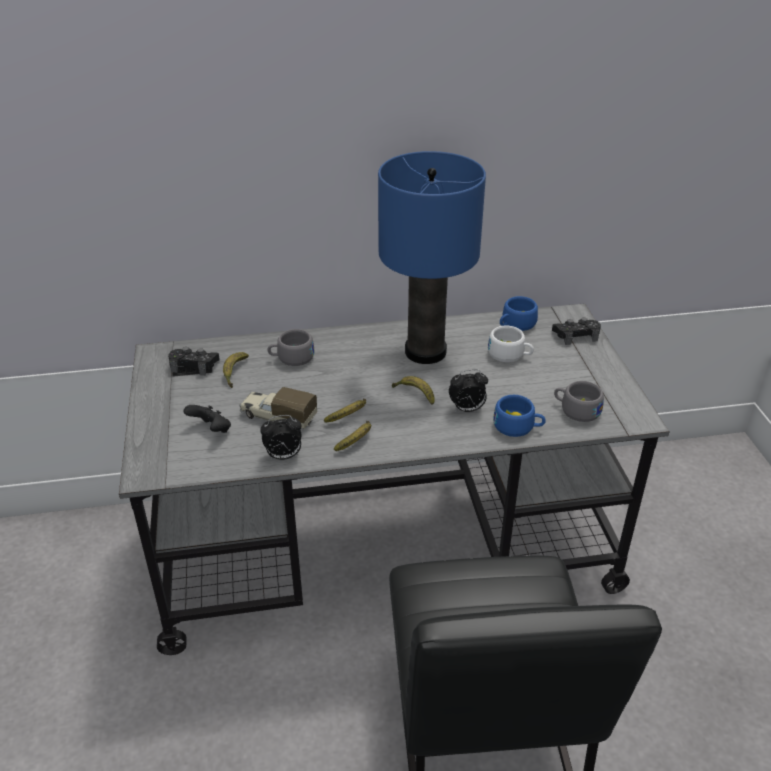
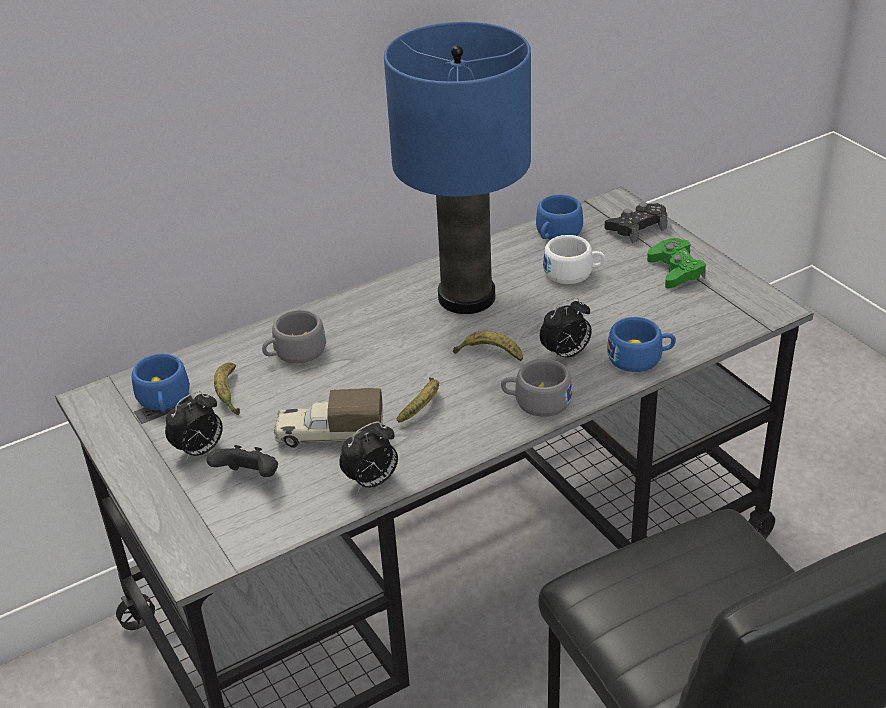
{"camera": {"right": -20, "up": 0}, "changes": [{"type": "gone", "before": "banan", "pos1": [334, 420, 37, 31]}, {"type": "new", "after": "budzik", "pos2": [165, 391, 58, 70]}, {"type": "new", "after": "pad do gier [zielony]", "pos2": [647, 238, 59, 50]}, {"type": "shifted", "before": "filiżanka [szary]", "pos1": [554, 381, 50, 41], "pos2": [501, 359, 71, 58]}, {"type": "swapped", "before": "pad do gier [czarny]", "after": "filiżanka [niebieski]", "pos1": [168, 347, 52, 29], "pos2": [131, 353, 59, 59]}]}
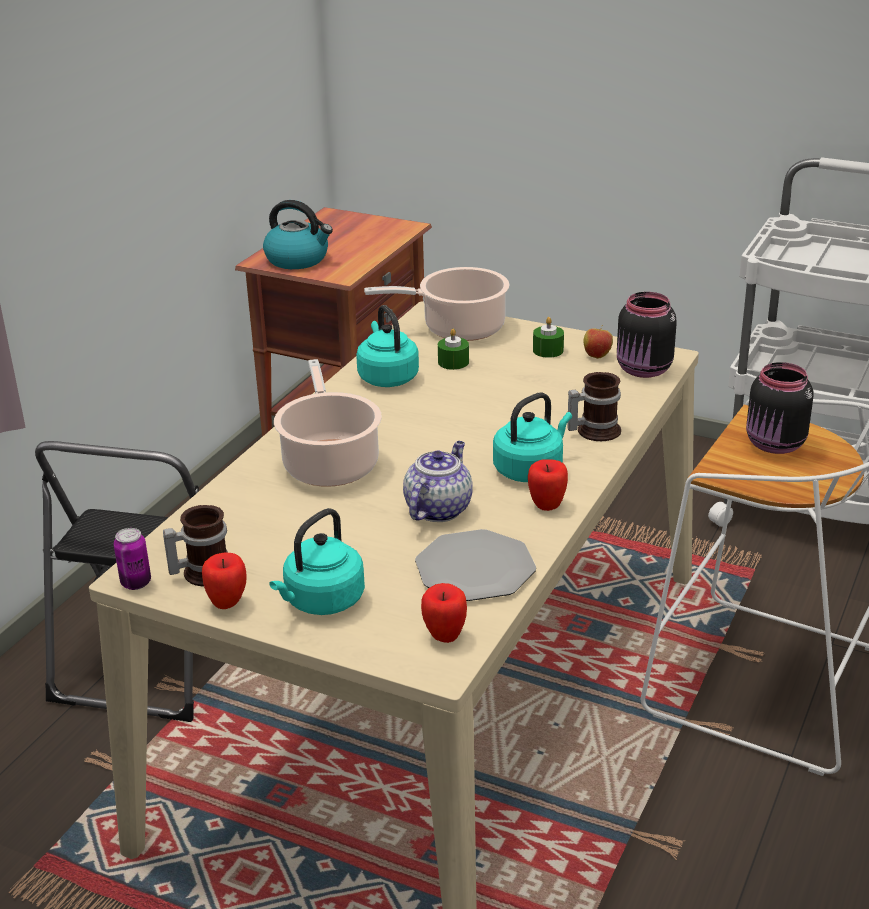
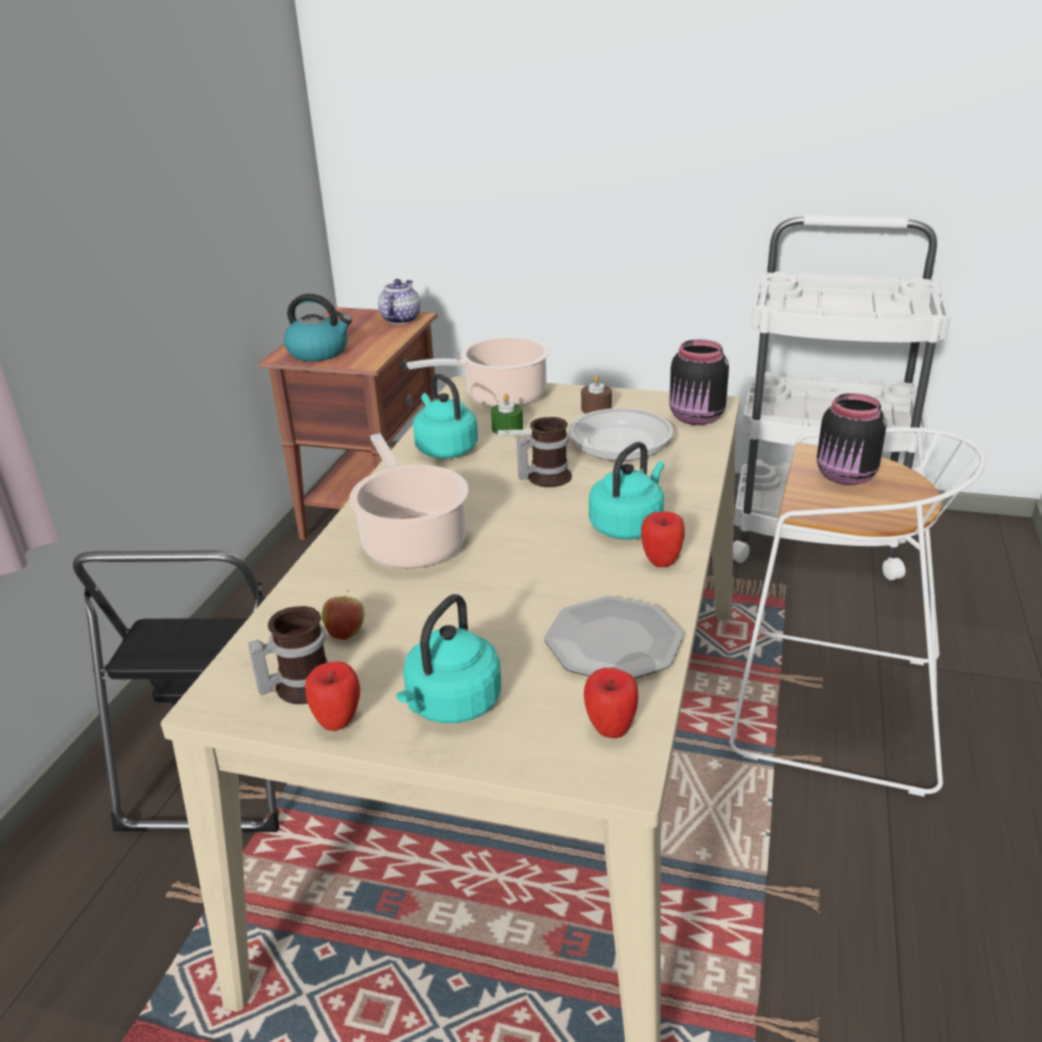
{"camera": {"right": -10, "up": 0}, "changes": [{"type": "gone", "before": "puszka", "pos1": [114, 528, 37, 62]}, {"type": "new", "after": "patelnia", "pos2": [498, 408, 175, 53]}, {"type": "shifted", "before": "imbryk", "pos1": [403, 441, 70, 81], "pos2": [378, 279, 43, 45]}, {"type": "shifted", "before": "kubek", "pos1": [567, 372, 54, 69], "pos2": [516, 417, 56, 70]}, {"type": "shifted", "before": "jabłko", "pos1": [583, 325, 30, 34], "pos2": [322, 590, 43, 50]}, {"type": "repainted", "before": "świeca [zielony]", "after": "świeca [brązowy]", "pos1": [533, 317, 31, 41], "pos2": [581, 375, 31, 39]}]}
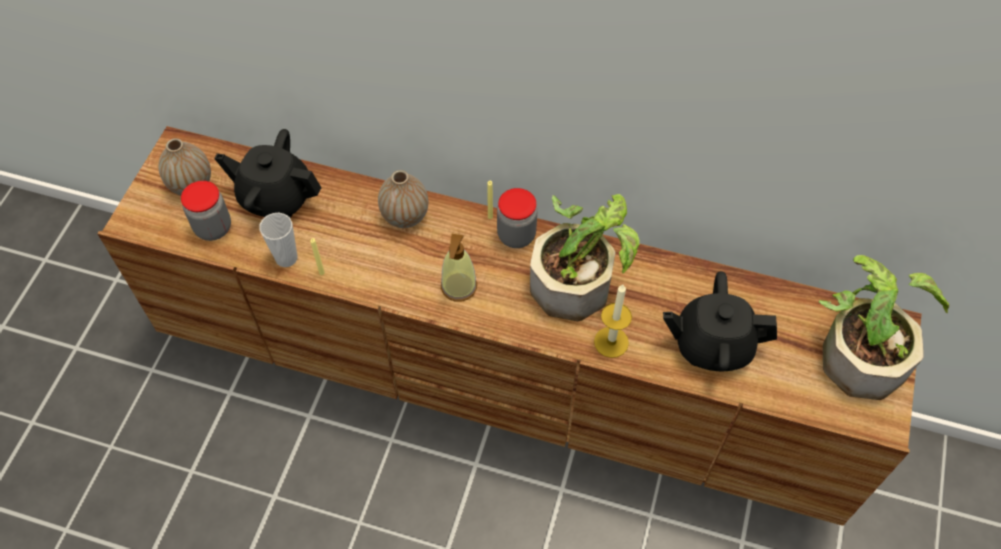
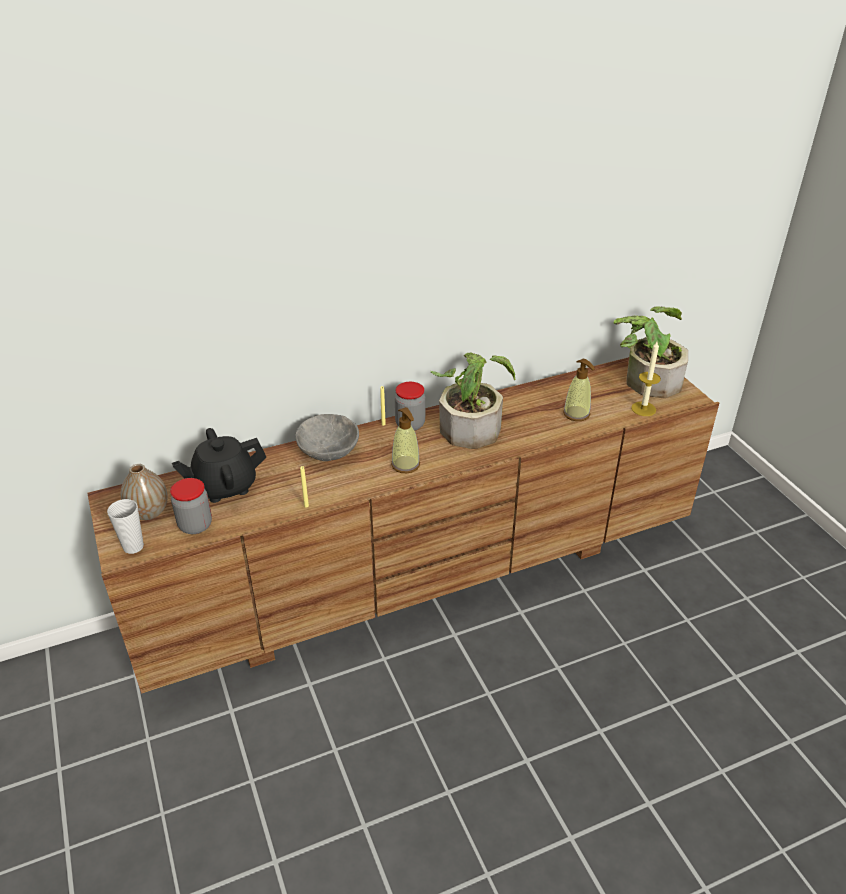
{"camera": {"right": -40, "up": -20}, "changes": [{"type": "shifted", "before": "filiżanka", "pos1": [259, 213, 38, 54], "pos2": [107, 499, 37, 55]}, {"type": "shifted", "before": "świeca", "pos1": [594, 284, 38, 74], "pos2": [631, 342, 30, 74]}, {"type": "swapped", "before": "wazon", "after": "miska [szary]", "pos1": [378, 170, 50, 58], "pos2": [295, 414, 64, 47]}, {"type": "swapped", "before": "imbryk [czarny]", "after": "dozownik mydła", "pos1": [663, 271, 114, 101], "pos2": [563, 359, 32, 62]}]}
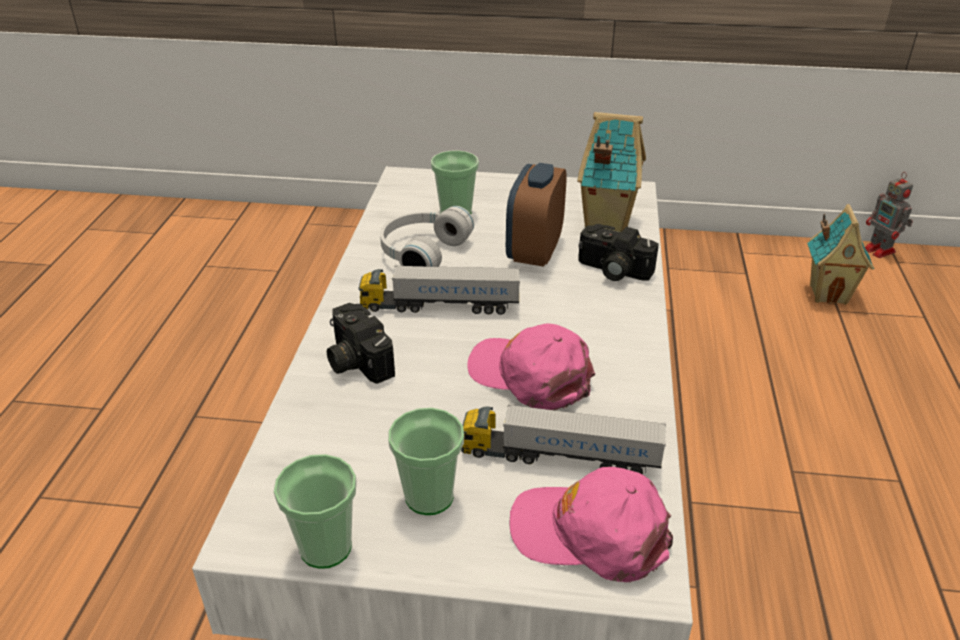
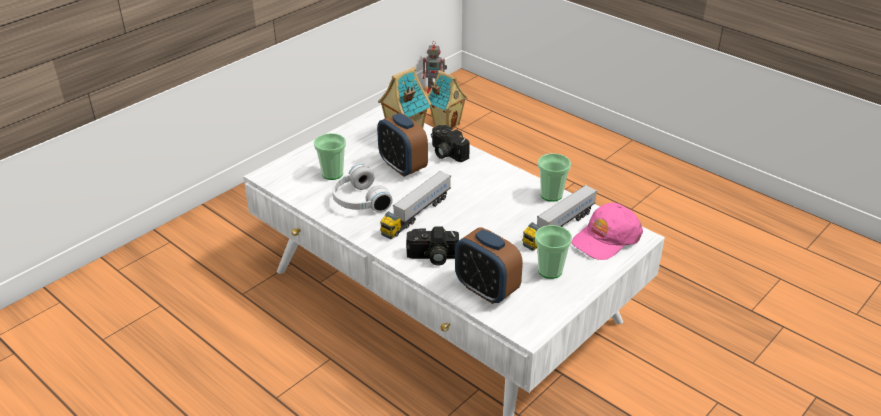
{"camera": {"right": -55, "up": 0}, "changes": [{"type": "gone", "before": "czapka z daszkiem [różowy]", "pos1": [467, 323, 128, 87]}, {"type": "new", "after": "budzik", "pos2": [455, 227, 68, 77]}, {"type": "shifted", "before": "filiżanka", "pos1": [274, 454, 83, 115], "pos2": [538, 153, 33, 49]}, {"type": "rotated", "before": "aparat fotograficzny", "pos1": [578, 224, 81, 57], "pos2": [431, 125, 39, 37], "turn": 75}]}
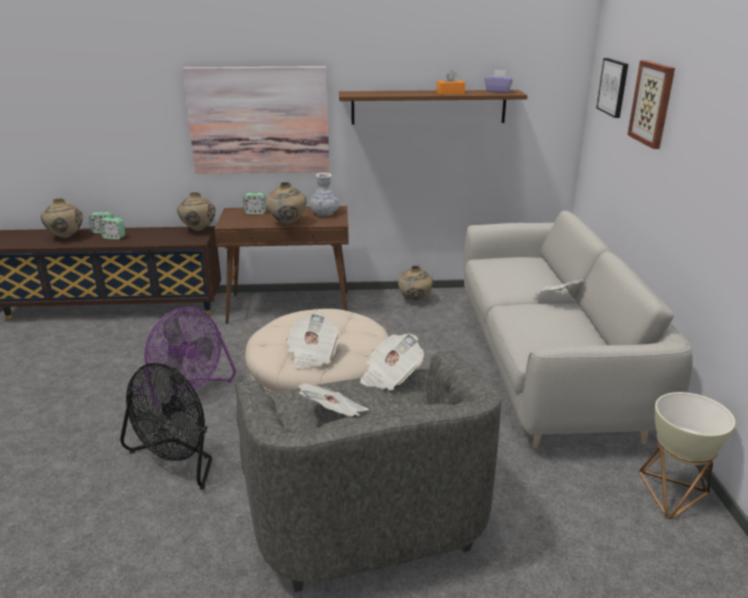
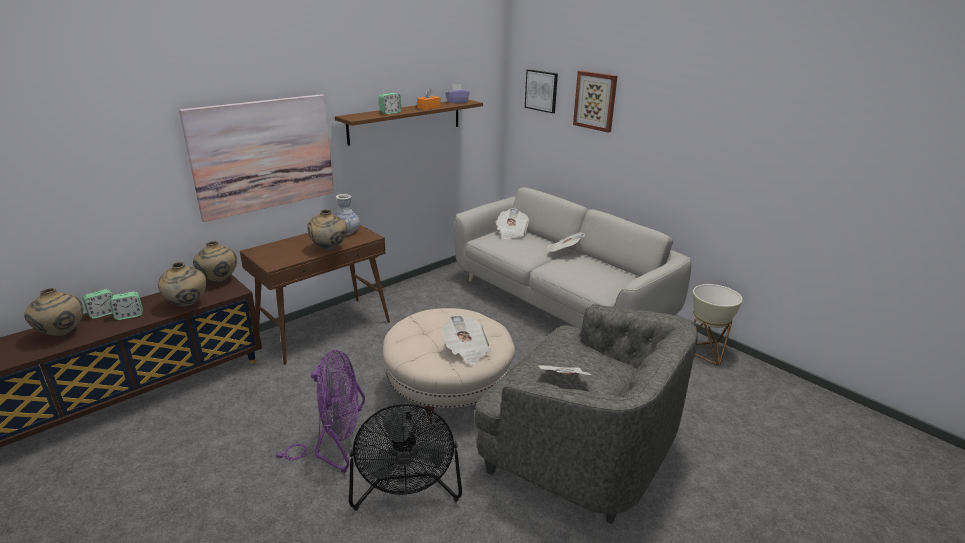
{"camera": {"right": -40, "up": 0}, "changes": [{"type": "shifted", "before": "budzik", "pos1": [243, 193, 23, 21], "pos2": [379, 93, 22, 21]}, {"type": "shifted", "before": "gazeta", "pos1": [360, 334, 64, 57], "pos2": [496, 208, 34, 31]}, {"type": "shifted", "before": "wazon [beżowy]", "pos1": [398, 265, 35, 36], "pos2": [158, 262, 48, 44]}]}
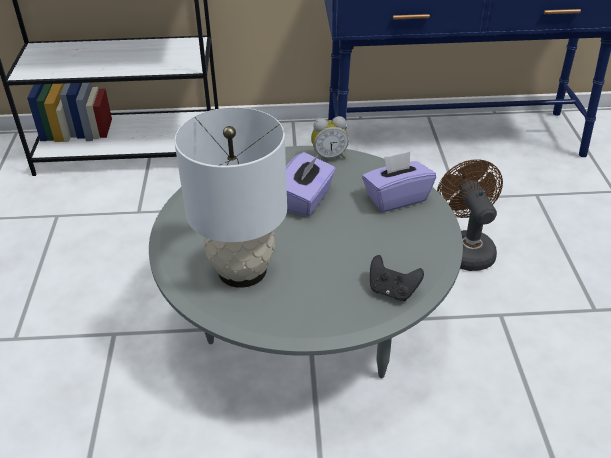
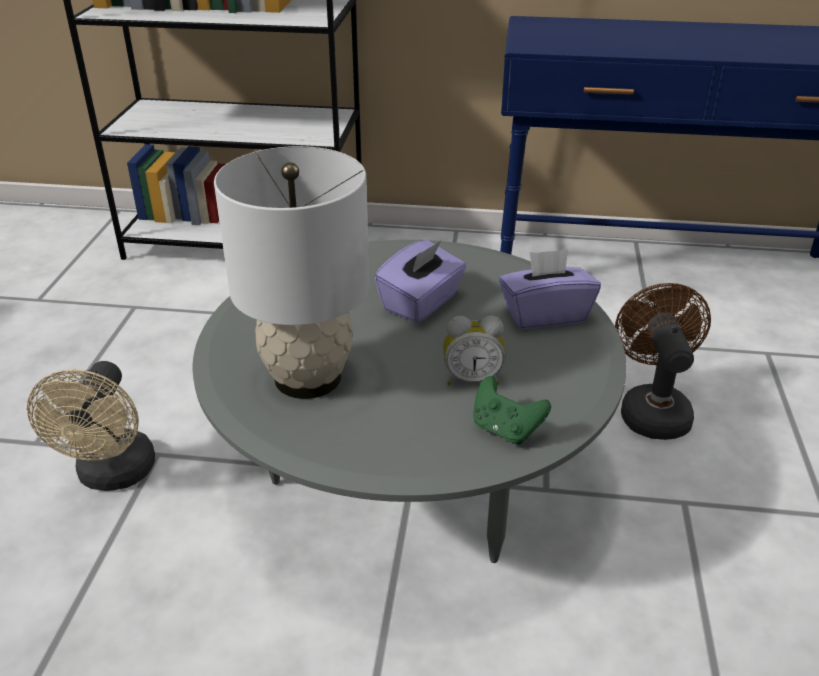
{"camera": {"right": 10, "up": -5}, "changes": [{"type": "new", "after": "wentylator [beżowy]", "pos2": [27, 361, 128, 130]}, {"type": "shifted", "before": "budzik", "pos1": [311, 116, 38, 43], "pos2": [443, 316, 63, 69]}, {"type": "repainted", "before": "pad do gier [czarny]", "after": "pad do gier [zielony]", "pos1": [370, 255, 54, 46], "pos2": [473, 376, 78, 69]}]}
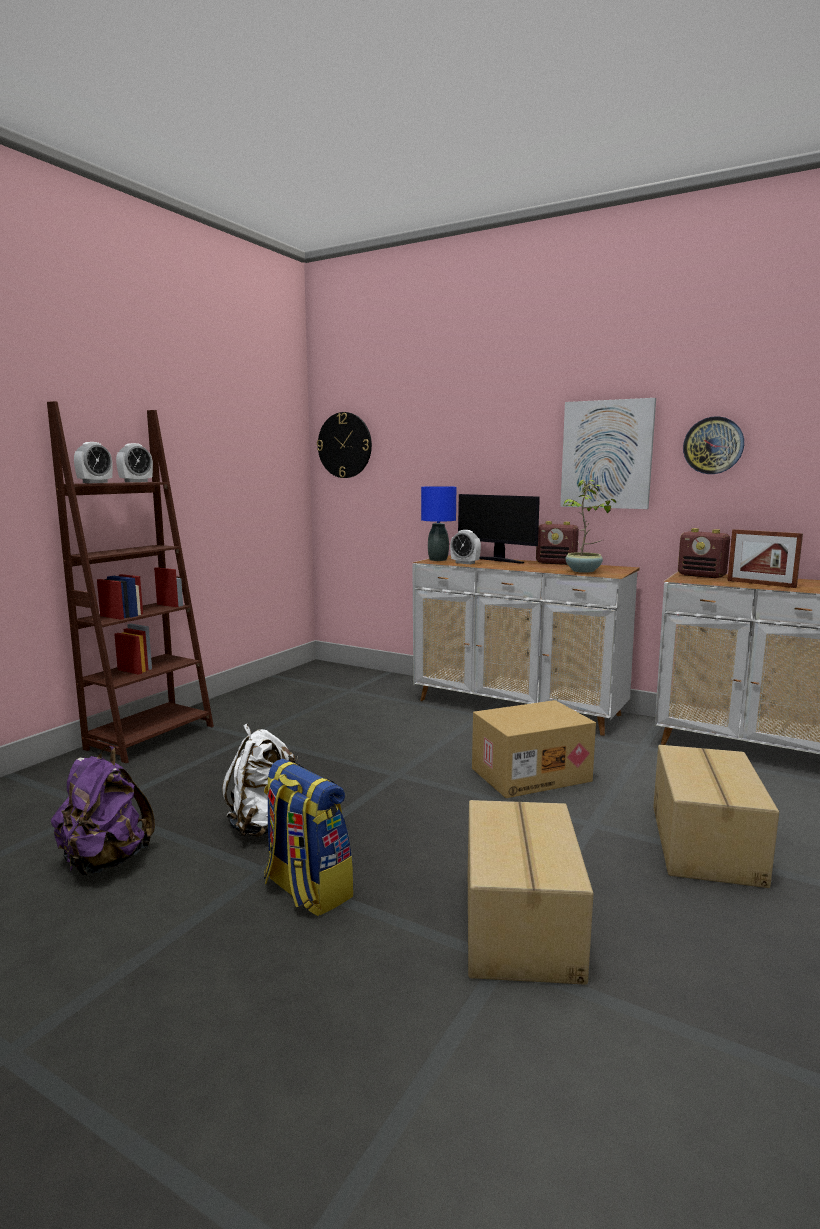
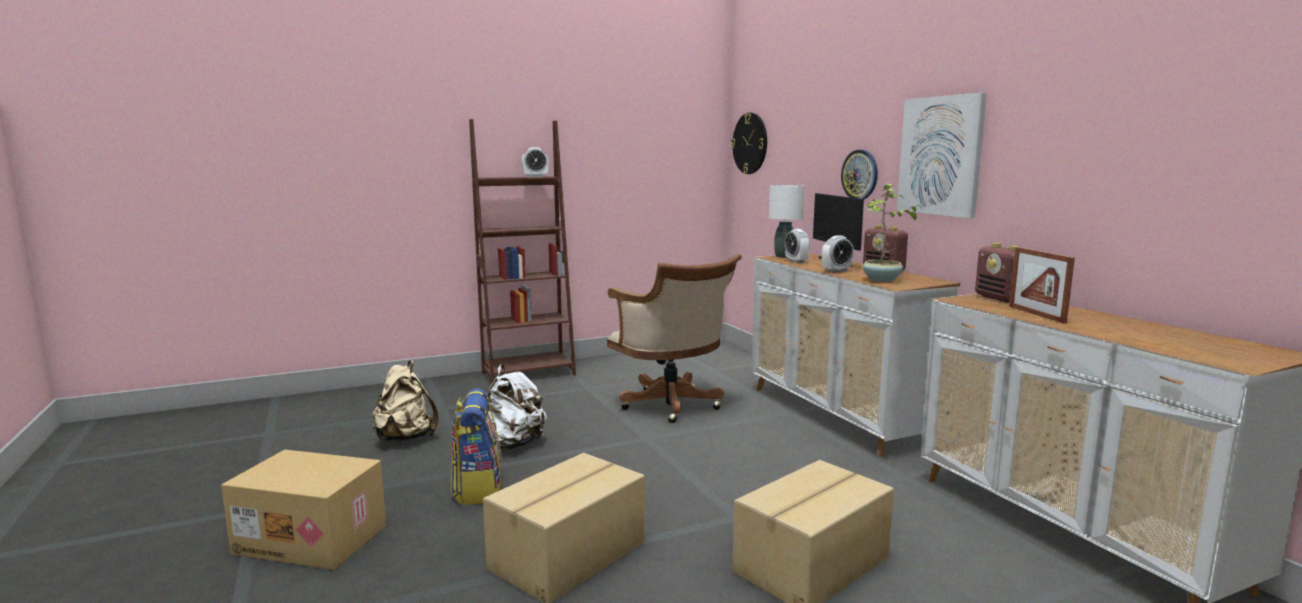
{"camera": {"right": 35, "up": 0}, "changes": [{"type": "new", "after": "krzesło biurowe", "pos2": [607, 254, 135, 169]}, {"type": "shifted", "before": "budzik", "pos1": [74, 442, 39, 41], "pos2": [822, 235, 32, 38]}, {"type": "shifted", "before": "karton", "pos1": [472, 700, 124, 98], "pos2": [221, 450, 165, 120]}, {"type": "shifted", "before": "zegar ścienny", "pos1": [683, 416, 61, 58], "pos2": [841, 150, 37, 49]}, {"type": "repainted", "before": "plecak [fioletowy]", "after": "plecak [beżowy]", "pos1": [51, 746, 104, 129], "pos2": [372, 361, 67, 81]}, {"type": "repainted", "before": "lampa stołowa [niebieski]", "after": "lampa stołowa [biały]", "pos1": [421, 486, 35, 75], "pos2": [769, 185, 36, 73]}]}
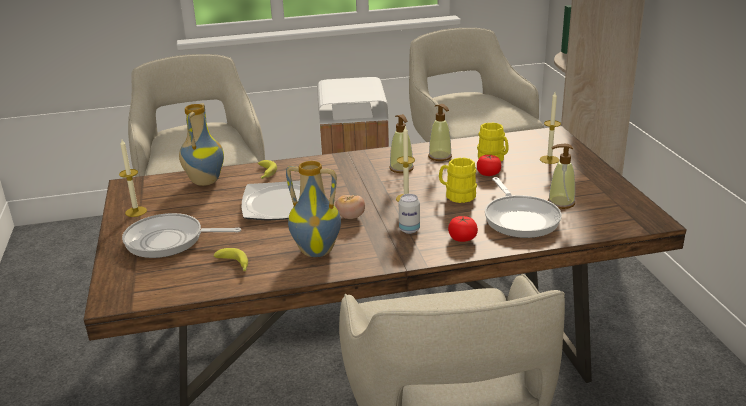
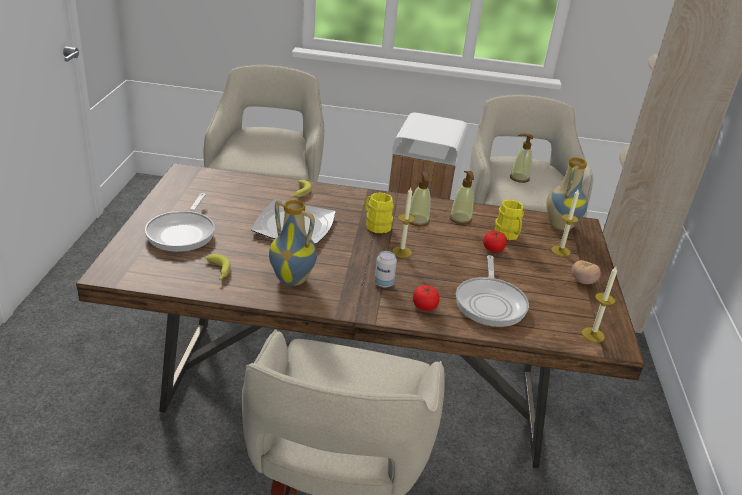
{"camera": {"right": 15, "up": 5}, "changes": [{"type": "shifted", "before": "świeca", "pos1": [119, 140, 28, 77], "pos2": [582, 266, 35, 76]}, {"type": "shifted", "before": "wazon", "pos1": [179, 103, 45, 83], "pos2": [546, 157, 42, 73]}, {"type": "shifted", "before": "pomidor", "pos1": [335, 195, 30, 24], "pos2": [572, 260, 29, 24]}, {"type": "shifted", "before": "kubek [żółty]", "pos1": [439, 157, 38, 46], "pos2": [365, 193, 29, 40]}, {"type": "shifted", "before": "dozownik mydła", "pos1": [548, 144, 27, 65], "pos2": [510, 133, 24, 50]}, {"type": "rotated", "before": "patelnia", "pos1": [122, 213, 119, 45], "pos2": [145, 193, 70, 59], "turn": -105}]}
